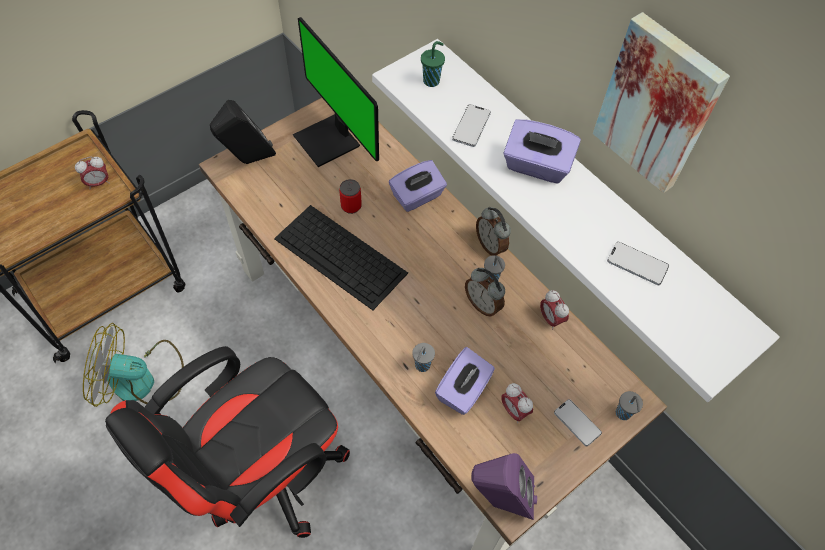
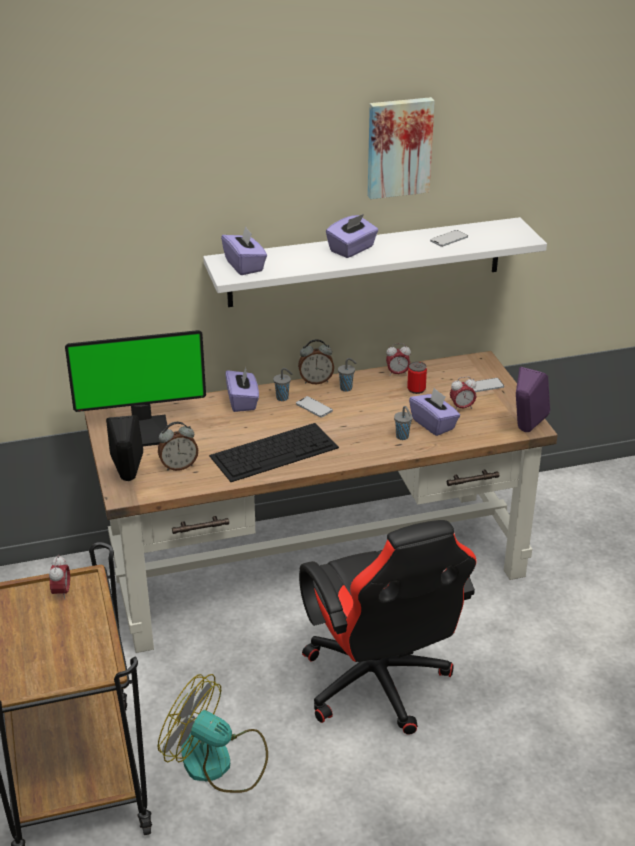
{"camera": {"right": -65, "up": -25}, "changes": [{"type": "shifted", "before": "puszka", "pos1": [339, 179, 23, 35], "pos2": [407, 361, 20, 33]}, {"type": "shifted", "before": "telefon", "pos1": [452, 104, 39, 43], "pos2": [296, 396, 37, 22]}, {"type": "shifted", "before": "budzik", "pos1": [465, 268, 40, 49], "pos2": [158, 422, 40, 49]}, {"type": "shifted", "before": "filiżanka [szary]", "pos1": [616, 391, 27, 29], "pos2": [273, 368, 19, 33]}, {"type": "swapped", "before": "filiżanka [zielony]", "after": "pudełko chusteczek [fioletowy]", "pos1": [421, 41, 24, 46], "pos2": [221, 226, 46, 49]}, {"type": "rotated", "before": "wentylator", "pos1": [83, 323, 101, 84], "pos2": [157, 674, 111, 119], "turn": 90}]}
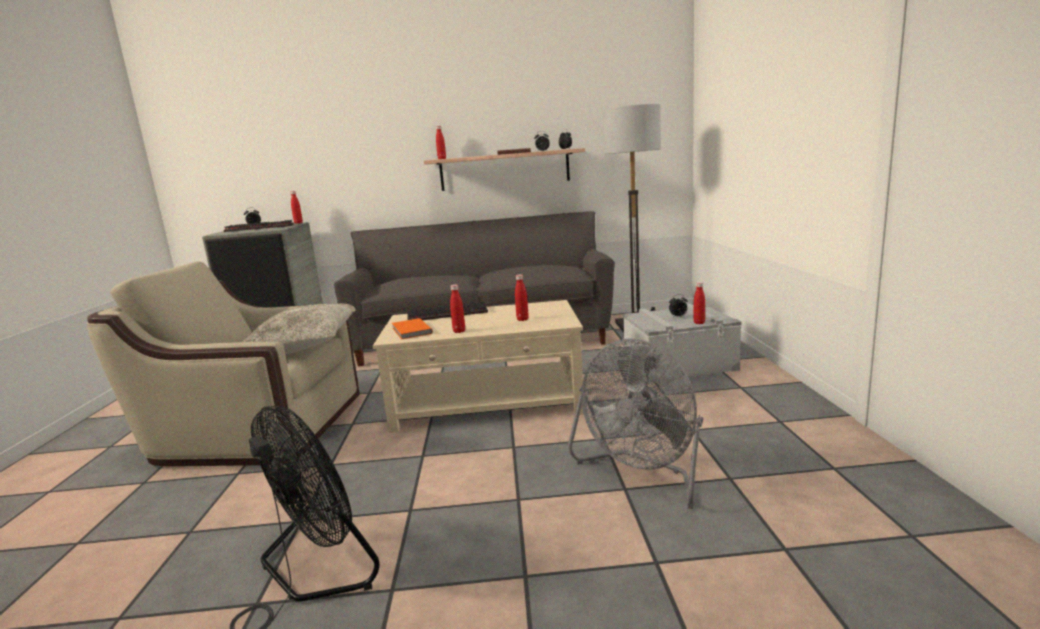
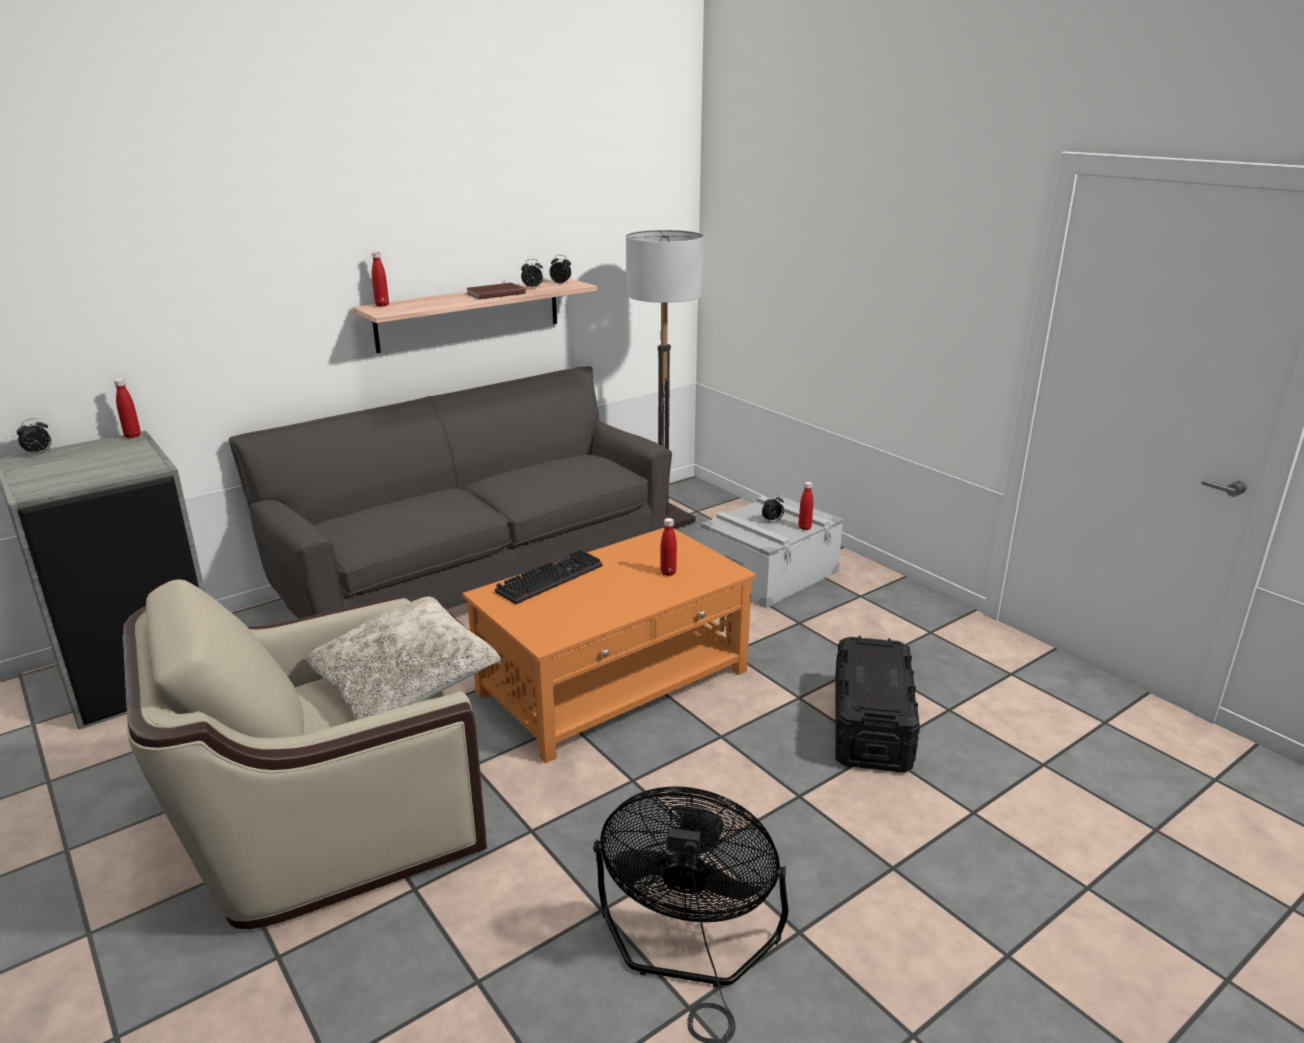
{"camera": {"right": -35, "up": 10}, "changes": [{"type": "gone", "before": "klawiatura", "pos1": [224, 220, 70, 12]}, {"type": "gone", "before": "książka [pomarańczowy]", "pos1": [392, 318, 41, 22]}, {"type": "gone", "before": "butelka [czerwony]", "pos1": [450, 284, 15, 49]}, {"type": "swapped", "before": "wentylator [szary]", "after": "pojemnik do przechowywania [czarny]", "pos1": [568, 339, 135, 170], "pos2": [835, 636, 85, 136]}, {"type": "repainted", "before": "ława [beżowy]", "after": "ława [pomarańczowy]", "pos1": [373, 300, 211, 133], "pos2": [462, 527, 294, 236]}]}
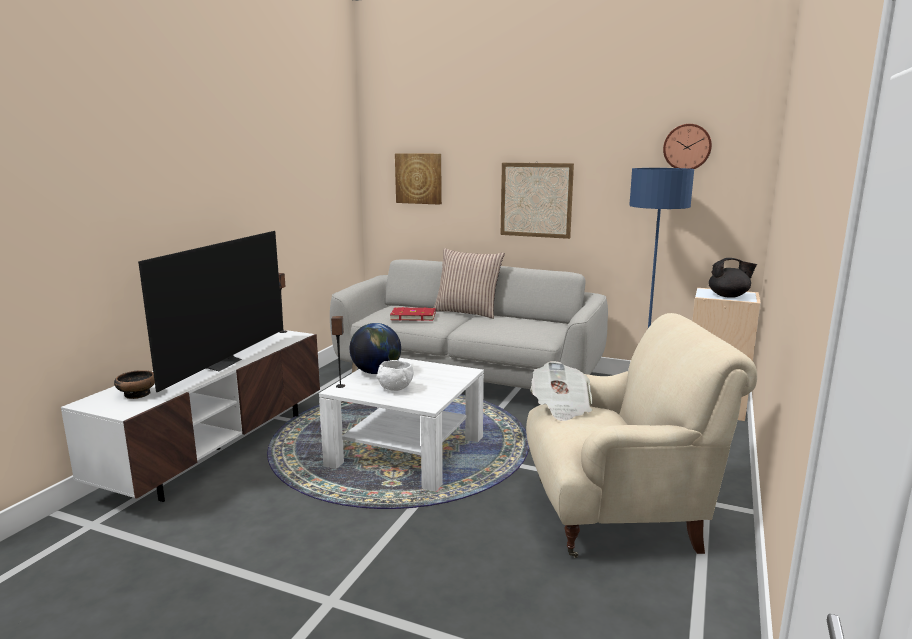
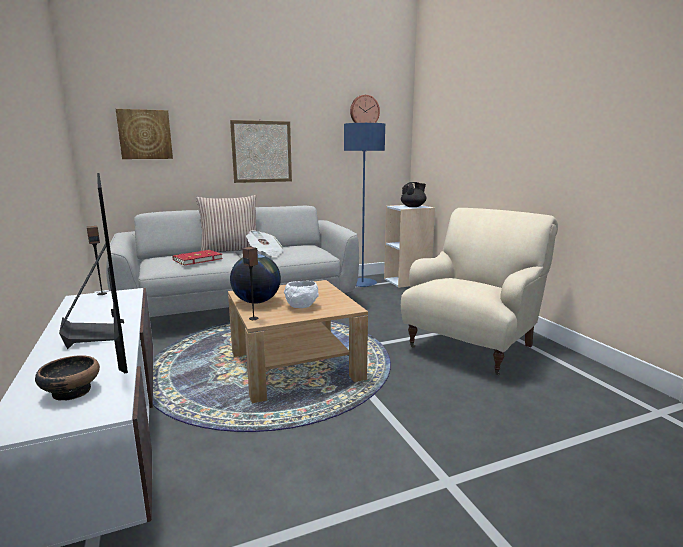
{"camera": {"right": -45, "up": 0}, "changes": [{"type": "shifted", "before": "gazeta", "pos1": [530, 361, 62, 60], "pos2": [246, 230, 39, 27]}, {"type": "repainted", "before": "ława [biały]", "after": "ława [brązowy]", "pos1": [319, 358, 165, 134], "pos2": [228, 280, 140, 123]}]}
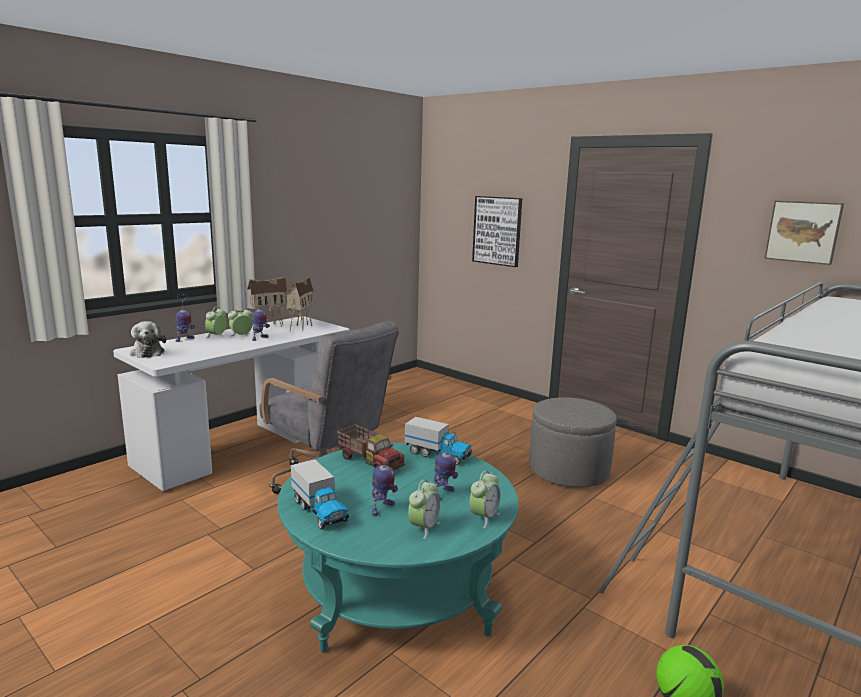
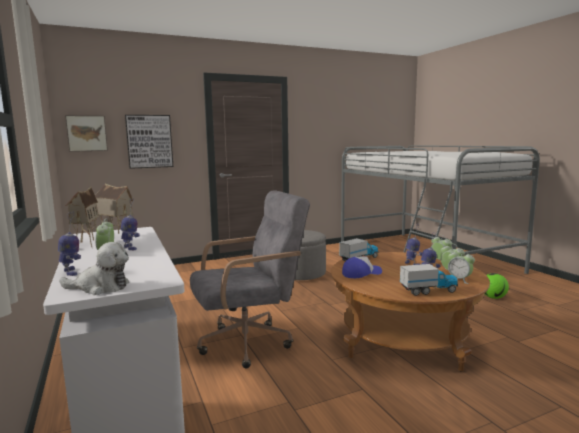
{"camera": {"right": -65, "up": -5}, "changes": [{"type": "shifted", "before": "budzik", "pos1": [205, 306, 22, 32], "pos2": [448, 249, 27, 35]}, {"type": "shifted", "before": "obraz", "pos1": [764, 201, 80, 64], "pos2": [65, 115, 43, 37]}, {"type": "swapped", "before": "ciężarówka zabawkowa", "after": "czapka z daszkiem", "pos1": [337, 424, 68, 46], "pos2": [342, 256, 40, 22]}, {"type": "repainted", "before": "ława [turkusowy]", "after": "ława [brązowy]", "pos1": [277, 443, 242, 209], "pos2": [331, 252, 159, 119]}]}
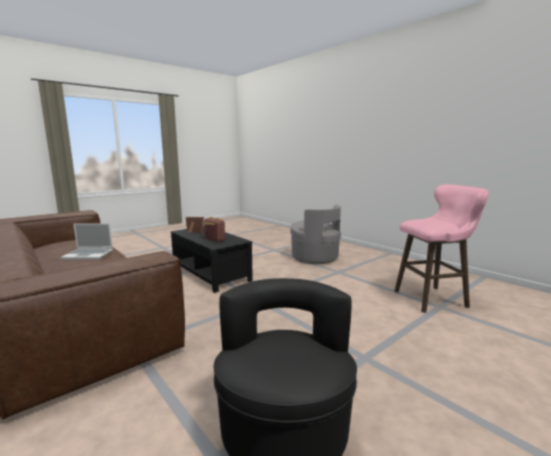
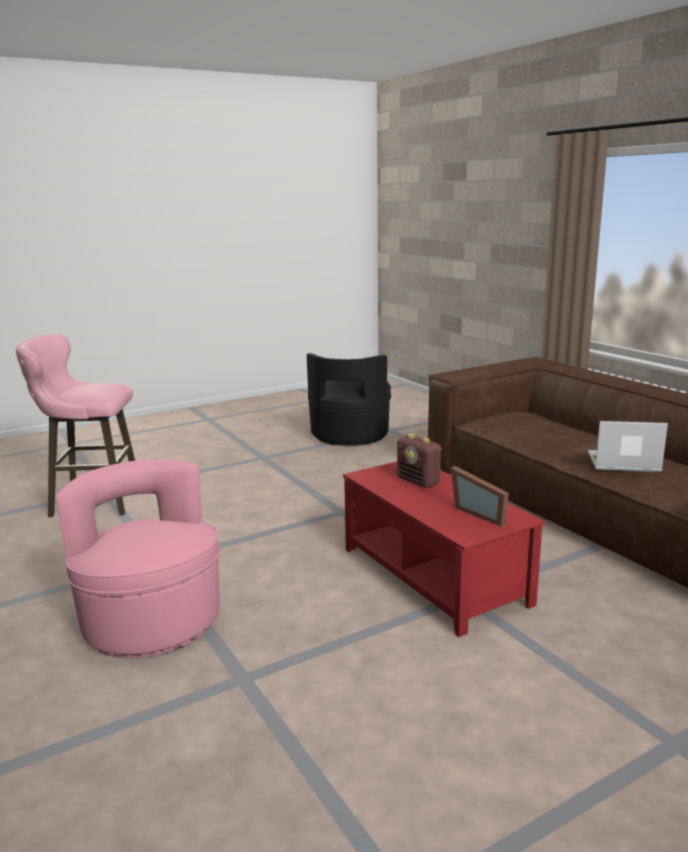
{"camera": {"right": -170, "up": 5}, "changes": [{"type": "repainted", "before": "ława [czarny]", "after": "ława [czerwony]", "pos1": [170, 226, 83, 67], "pos2": [343, 462, 202, 175]}, {"type": "repainted", "before": "fotel [szary]", "after": "fotel [różowy]", "pos1": [290, 204, 51, 60], "pos2": [57, 459, 163, 199]}]}
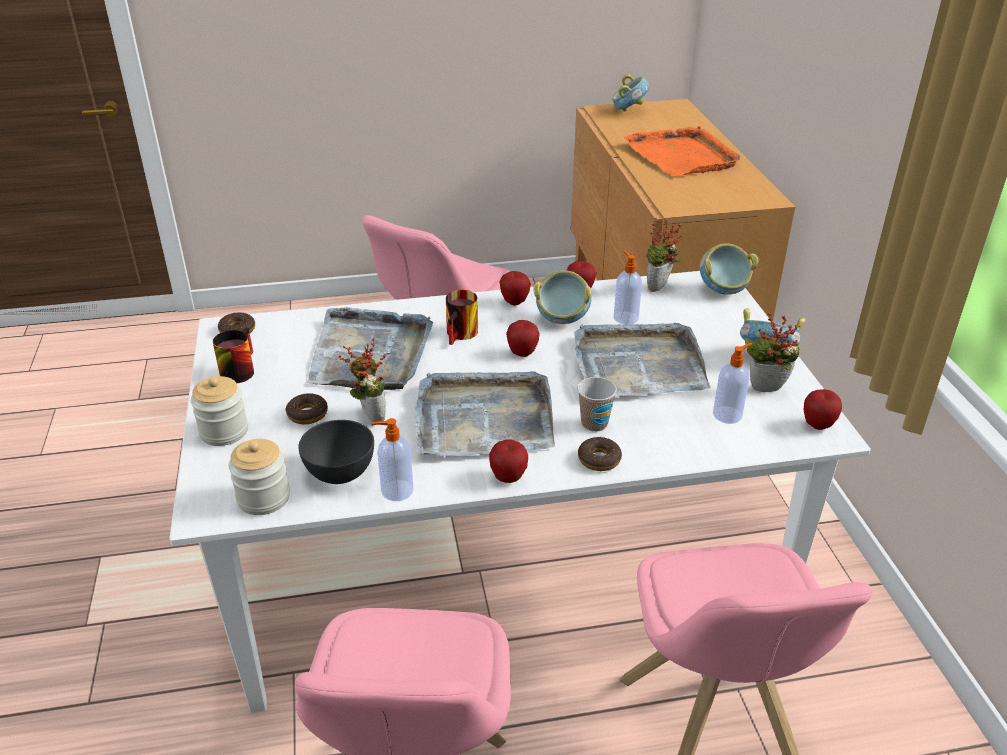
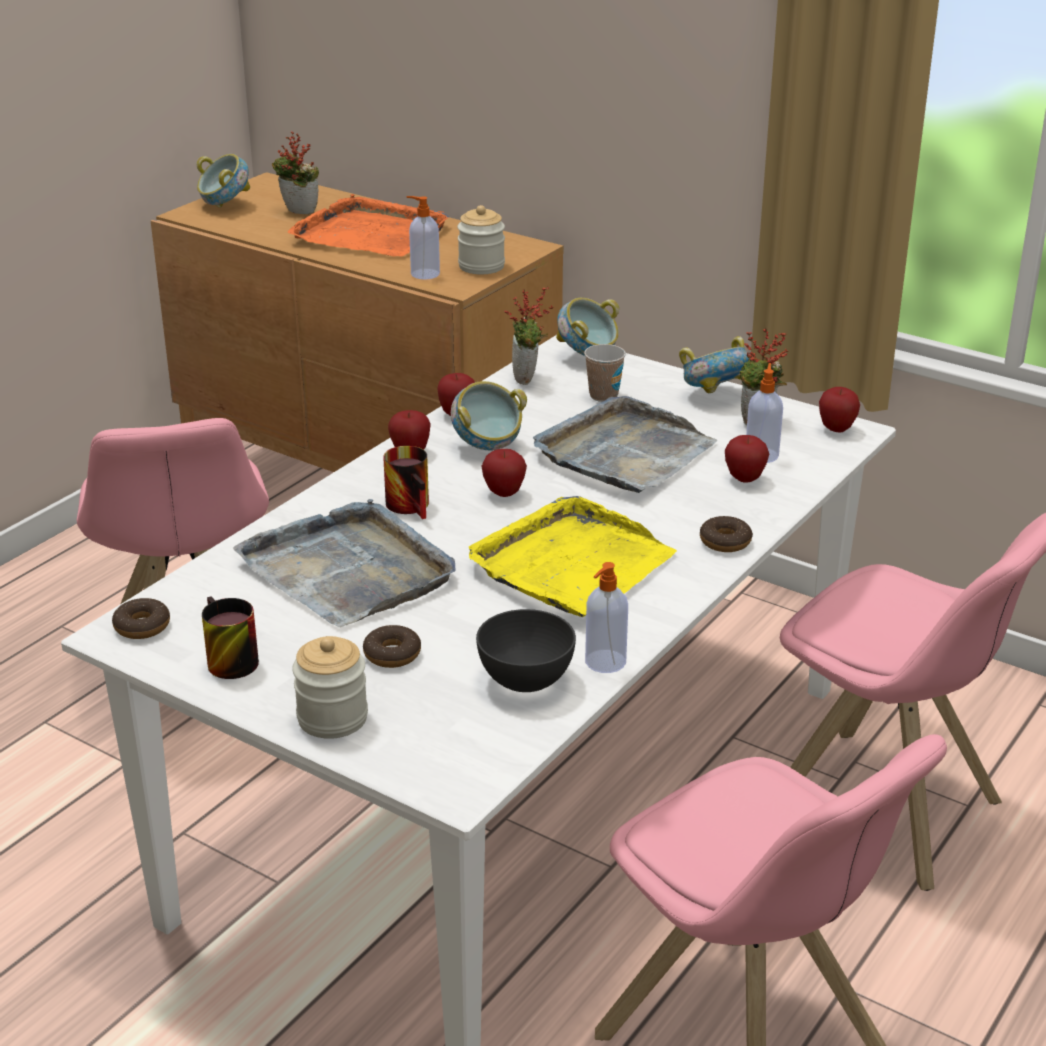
{"camera": {"right": -45, "up": -5}, "changes": [{"type": "shifted", "before": "słoik", "pos1": [229, 439, 61, 76], "pos2": [457, 205, 48, 69]}, {"type": "shifted", "before": "roślina doniczkowa", "pos1": [339, 337, 47, 86], "pos2": [272, 132, 47, 82]}, {"type": "shifted", "before": "jabłko", "pos1": [489, 440, 39, 43], "pos2": [725, 435, 44, 48]}, {"type": "shifted", "before": "filiżanka", "pos1": [577, 377, 40, 55], "pos2": [584, 344, 42, 58]}, {"type": "shifted", "before": "dozownik mydła", "pos1": [614, 250, 28, 74], "pos2": [407, 196, 33, 84]}, {"type": "repainted", "before": "taca [szary]", "after": "taca [żółty]", "pos1": [415, 371, 140, 86], "pos2": [469, 496, 208, 121]}]}
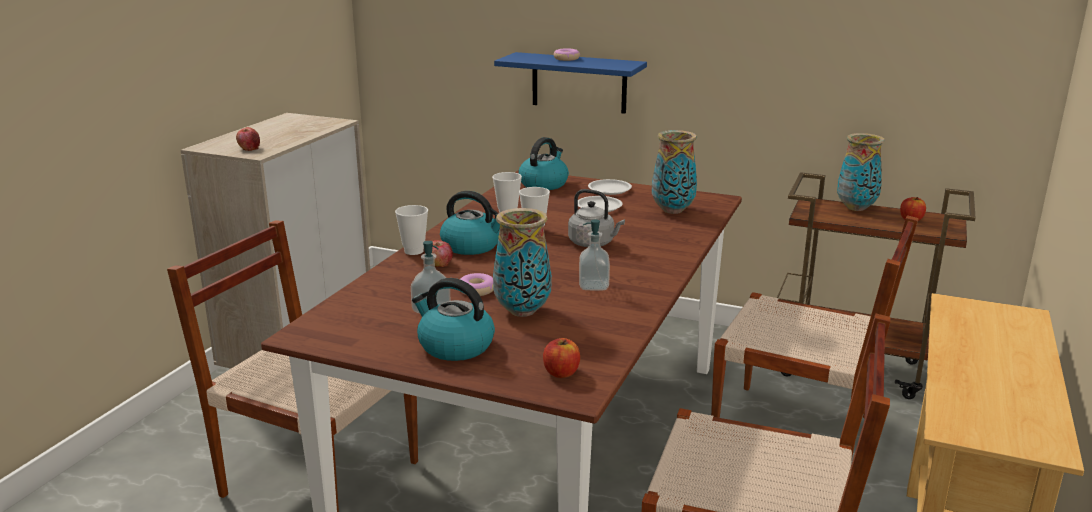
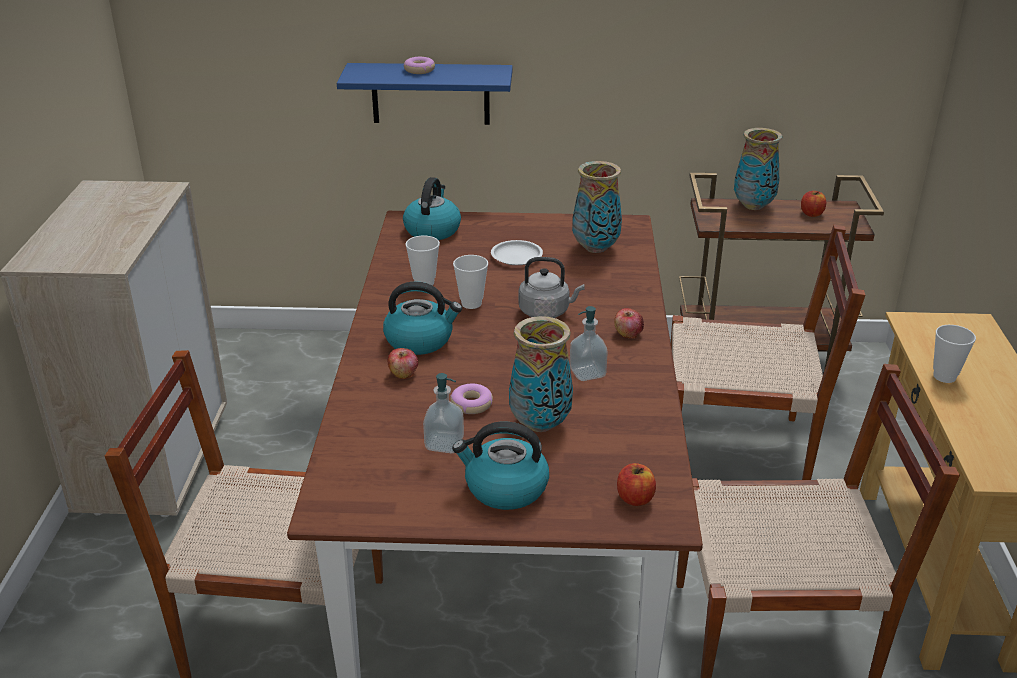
{"camera": {"right": -20, "up": 10}, "changes": [{"type": "gone", "before": "talerz [biały]", "pos1": [588, 179, 44, 16]}, {"type": "shifted", "before": "jabłko", "pos1": [236, 127, 24, 24], "pos2": [614, 308, 30, 31]}, {"type": "shifted", "before": "filiżanka", "pos1": [395, 205, 33, 50], "pos2": [933, 325, 43, 58]}]}
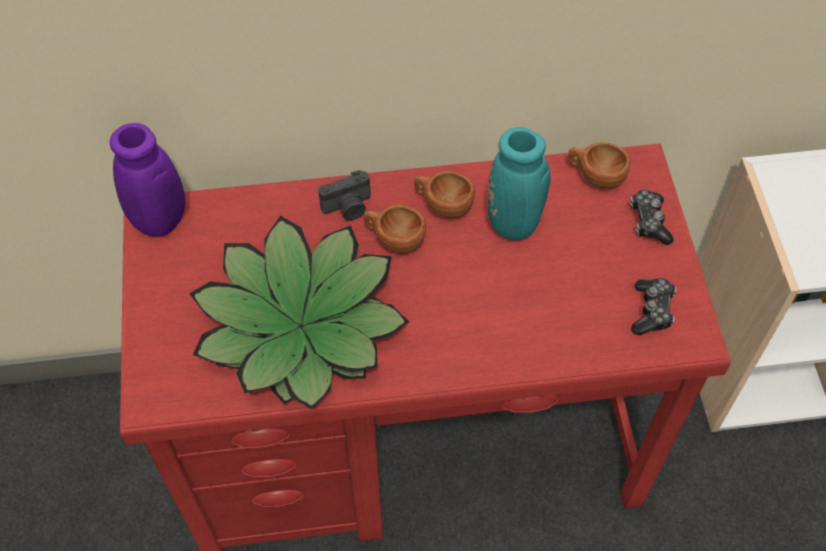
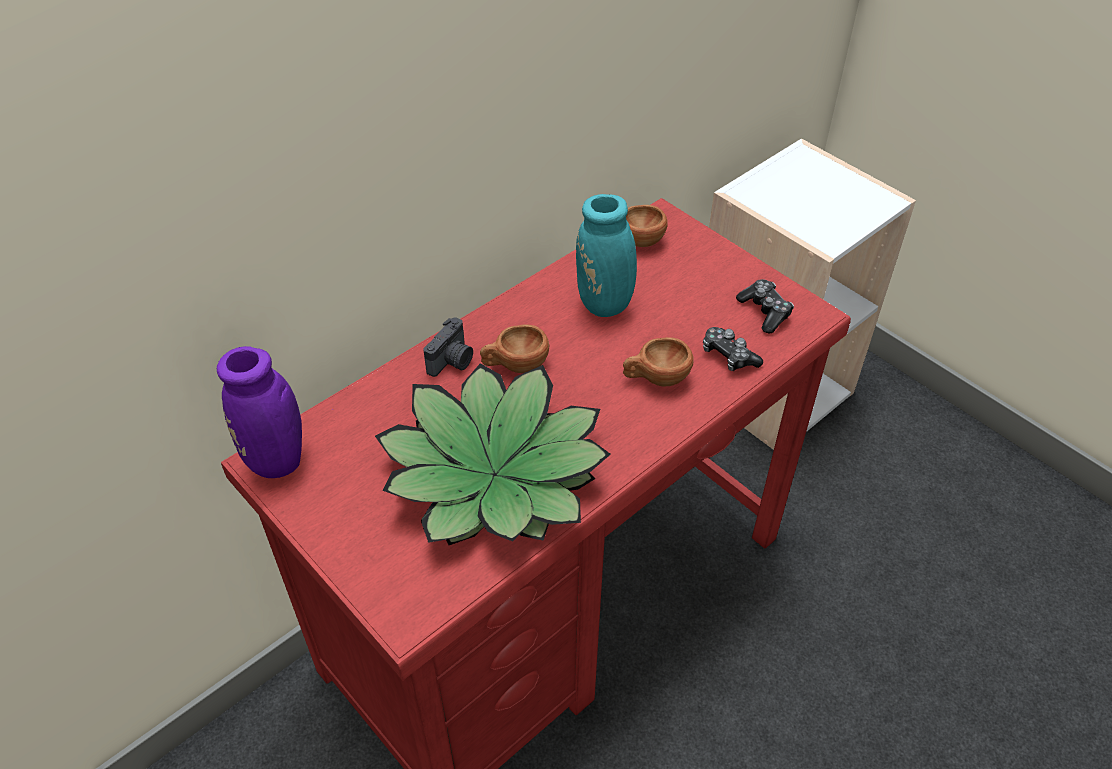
{"camera": {"right": -35, "up": -10}, "changes": [{"type": "shifted", "before": "filiżanka [brązowy]", "pos1": [414, 171, 61, 47], "pos2": [623, 337, 71, 49]}, {"type": "shifted", "before": "pad do gier", "pos1": [630, 190, 44, 55], "pos2": [703, 327, 60, 44]}]}
